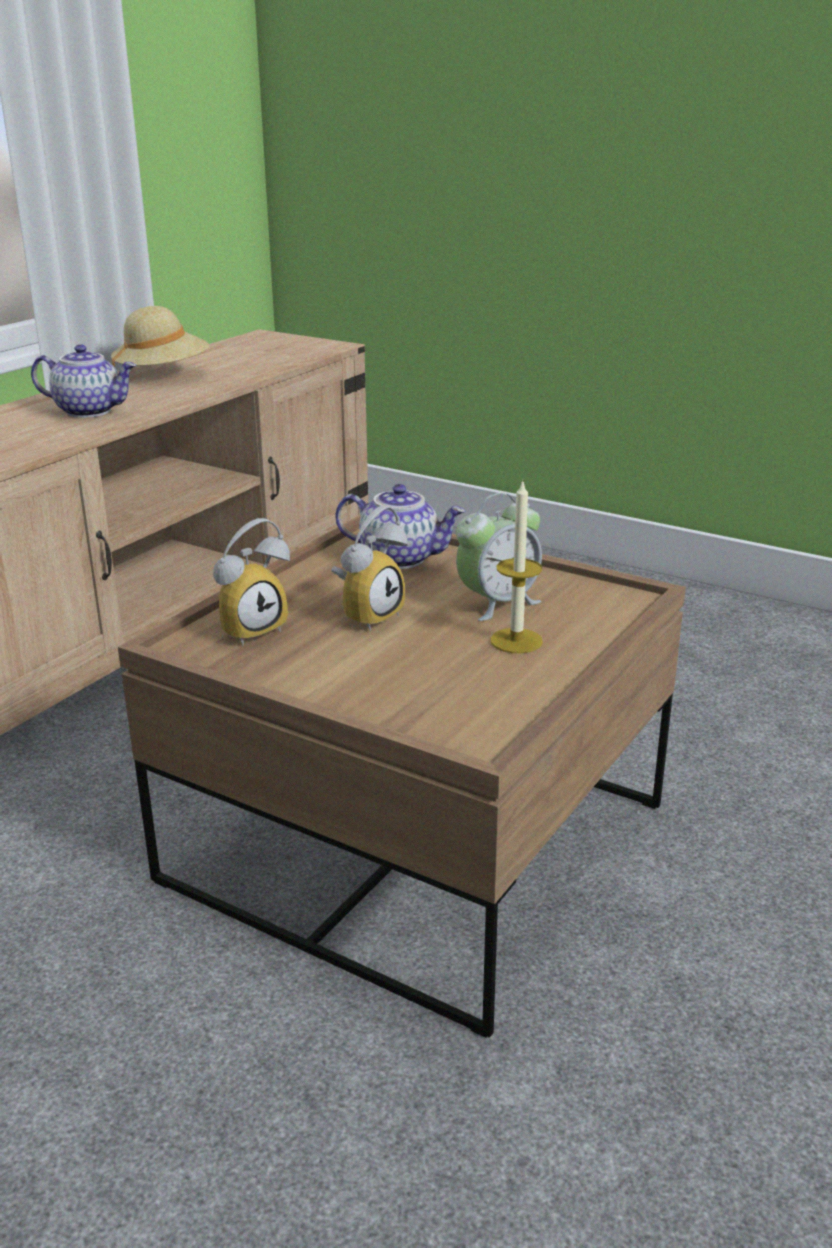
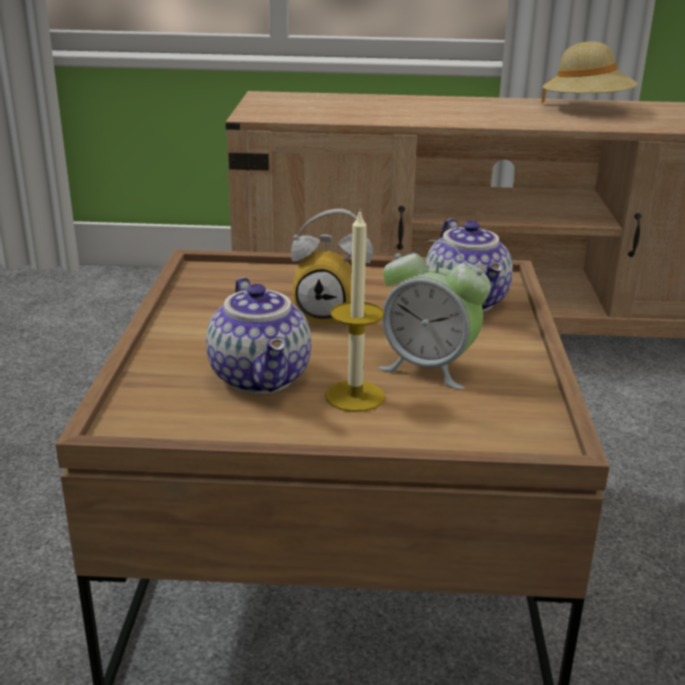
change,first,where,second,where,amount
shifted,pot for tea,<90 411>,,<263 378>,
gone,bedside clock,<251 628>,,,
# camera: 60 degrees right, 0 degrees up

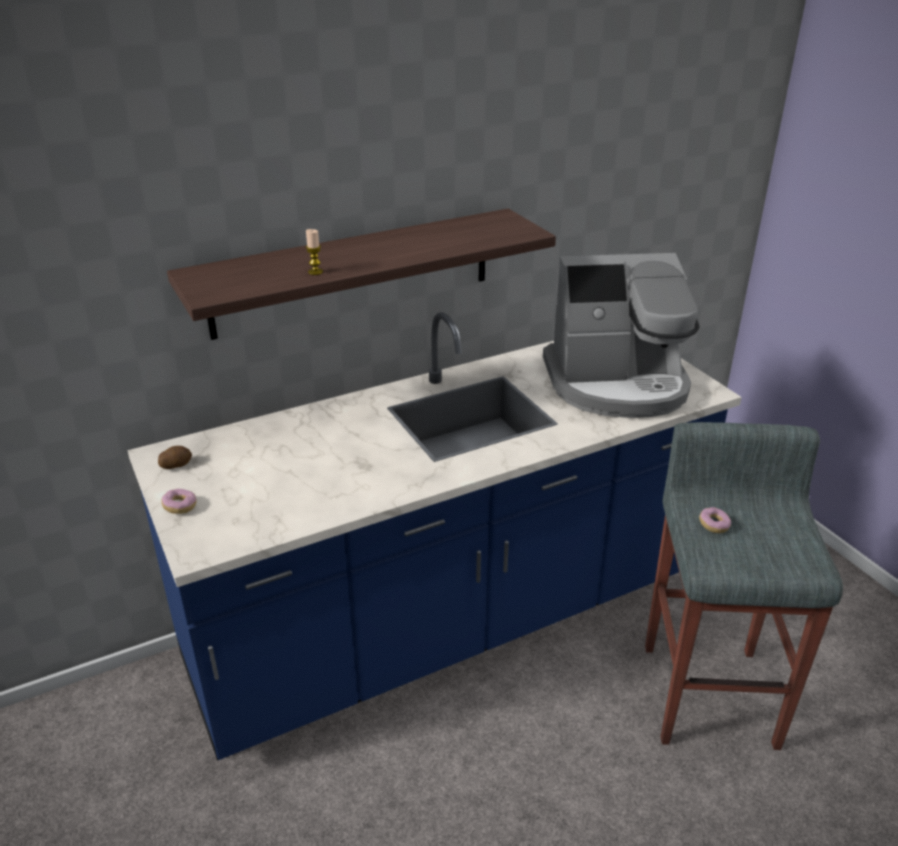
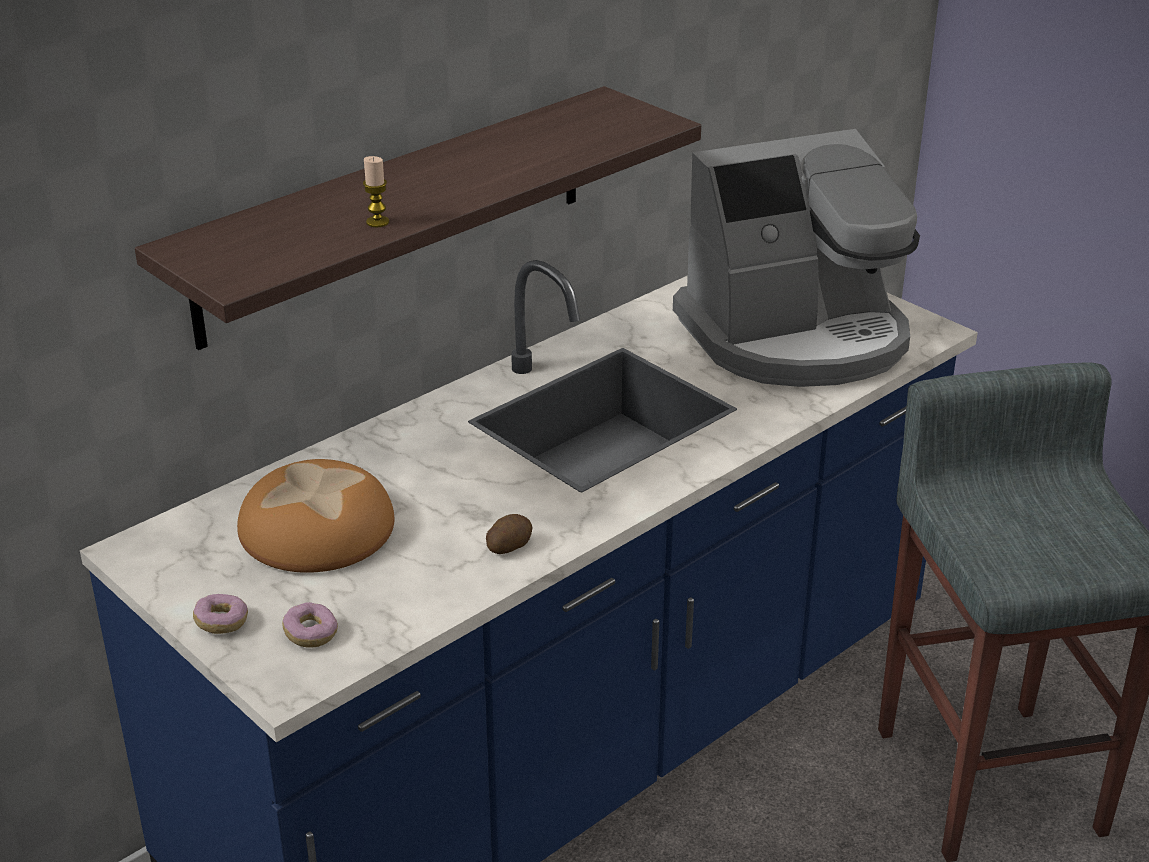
change,first,where,second,where,amount
shifted,spud,<176 465>,,<508 546>,
shifted,doughnut,<713 526>,,<311 635>,
new,,,bread,<315 529>,
# camera: 15 degrees left, 0 degrees up

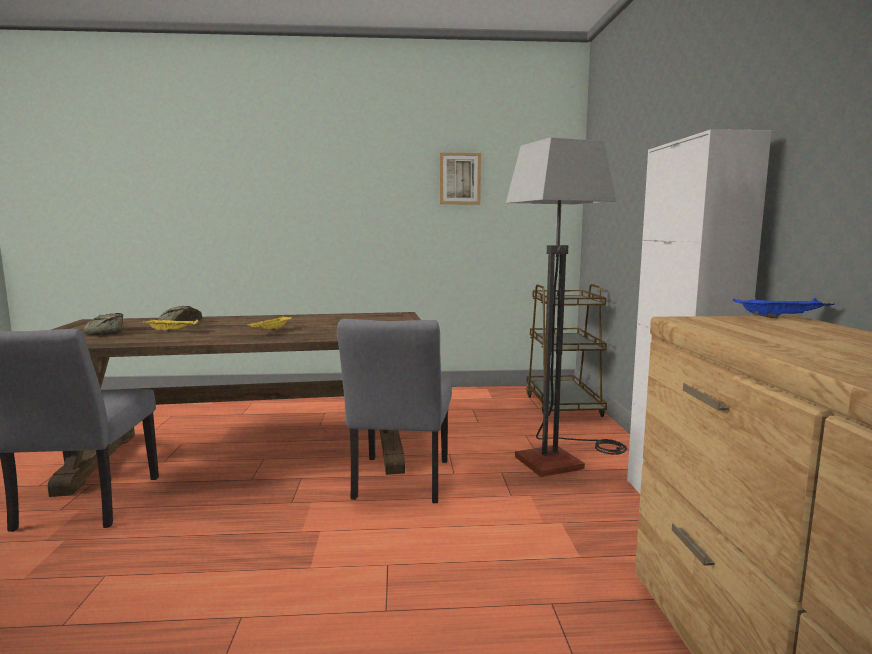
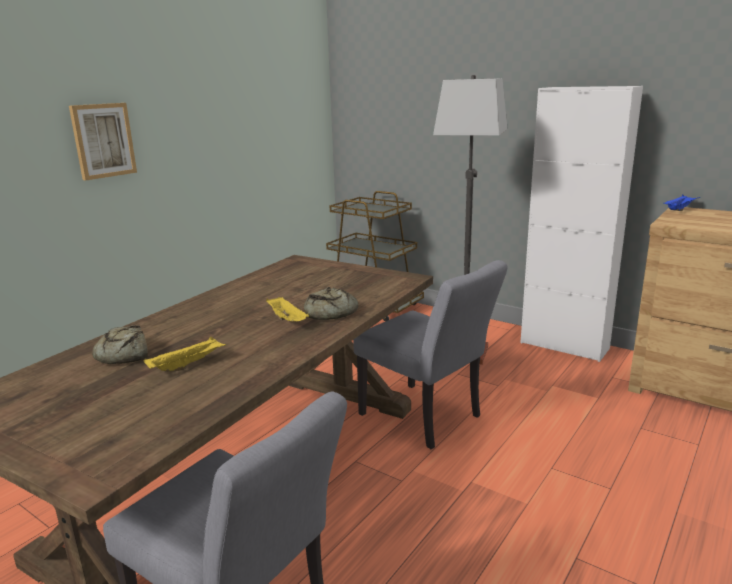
change,first,where,second,where,amount
shifted,picture,<459 179>,,<103 140>,
shifted,bread,<107 333>,,<330 312>,
# camera: 50 degrees left, 10 degrees up

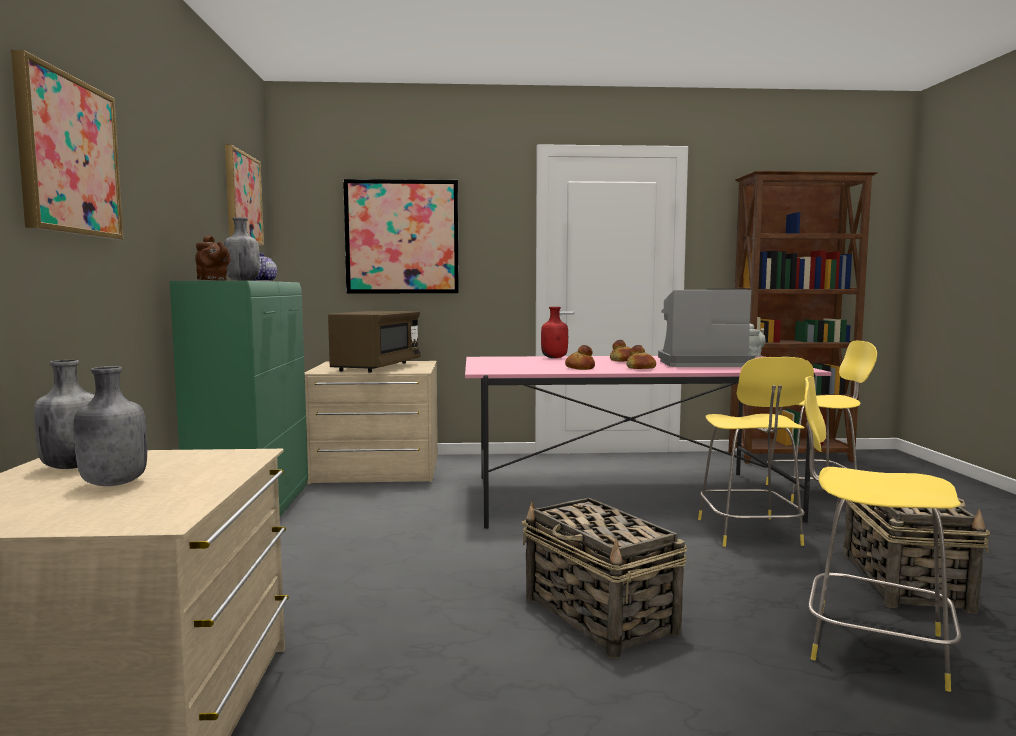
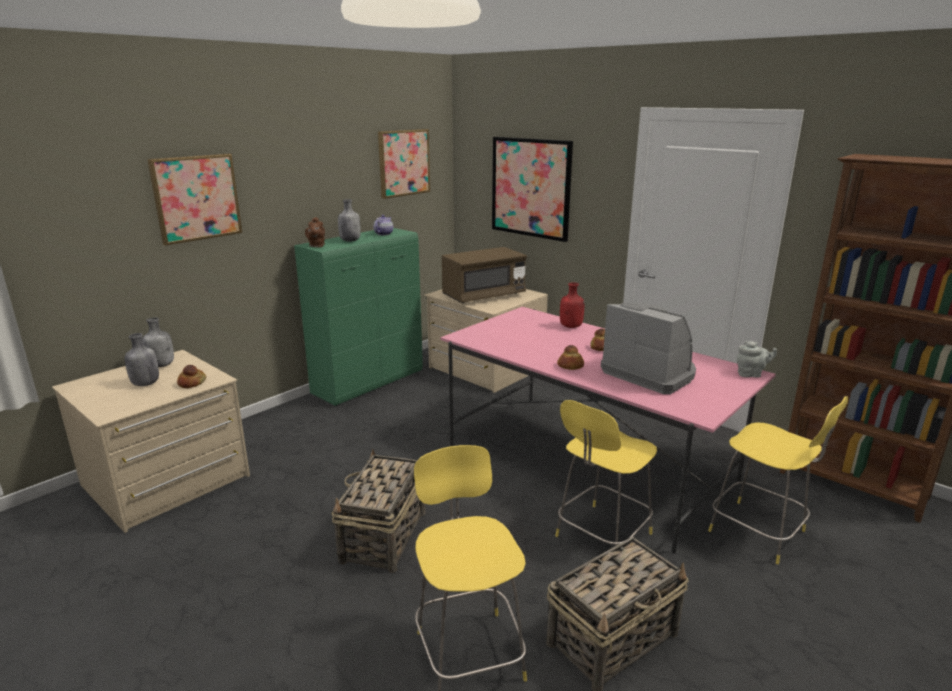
change,first,where,second,where,amount
shifted,bread,<580 368>,,<192 383>,
# camera: 45 degrees right, 15 degrees up

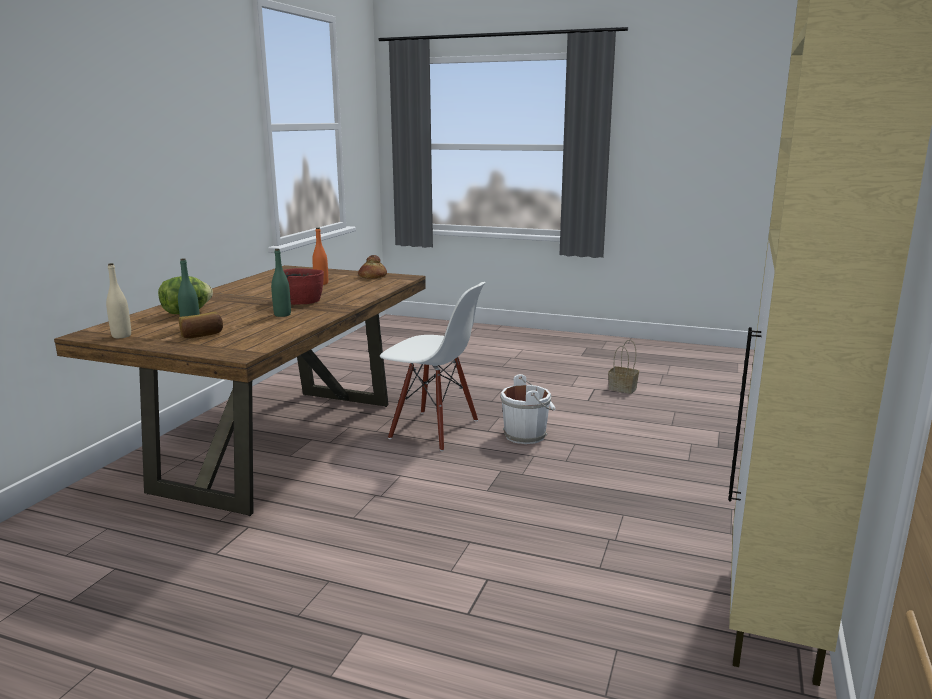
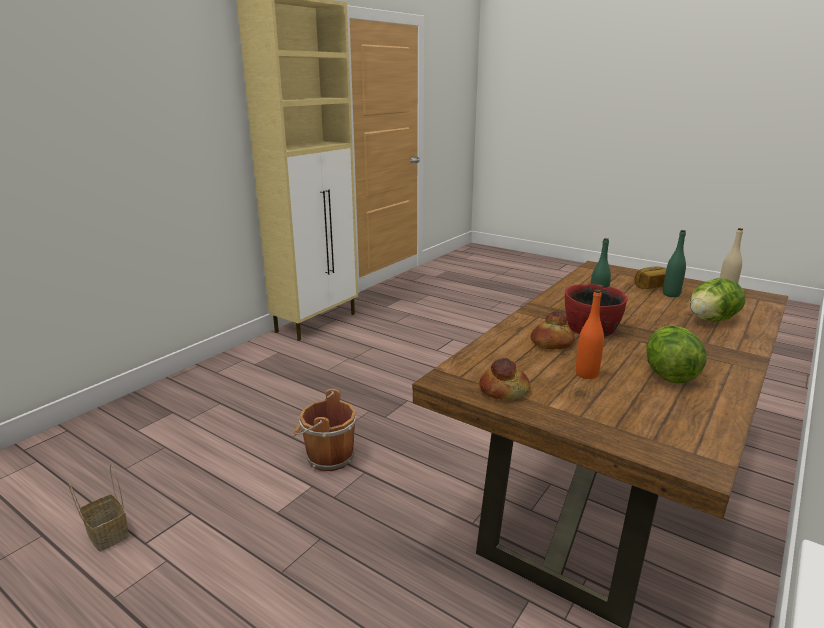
change,first,where,second,where,amount
gone,white-coloured plain chair,<434 430>,,,
repainted,white-coloured pail,<527 435>,brown pail,<328 457>,
new,,,bread,<551 343>,
new,,,lettuce head,<669 375>,
# camera: 165 degrees left, 5 degrees up

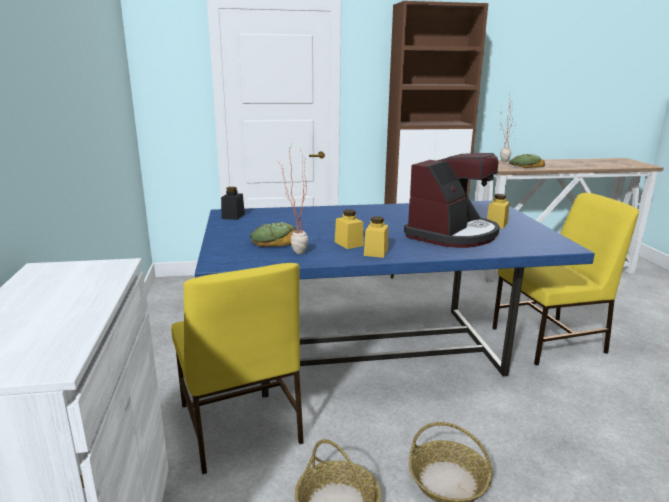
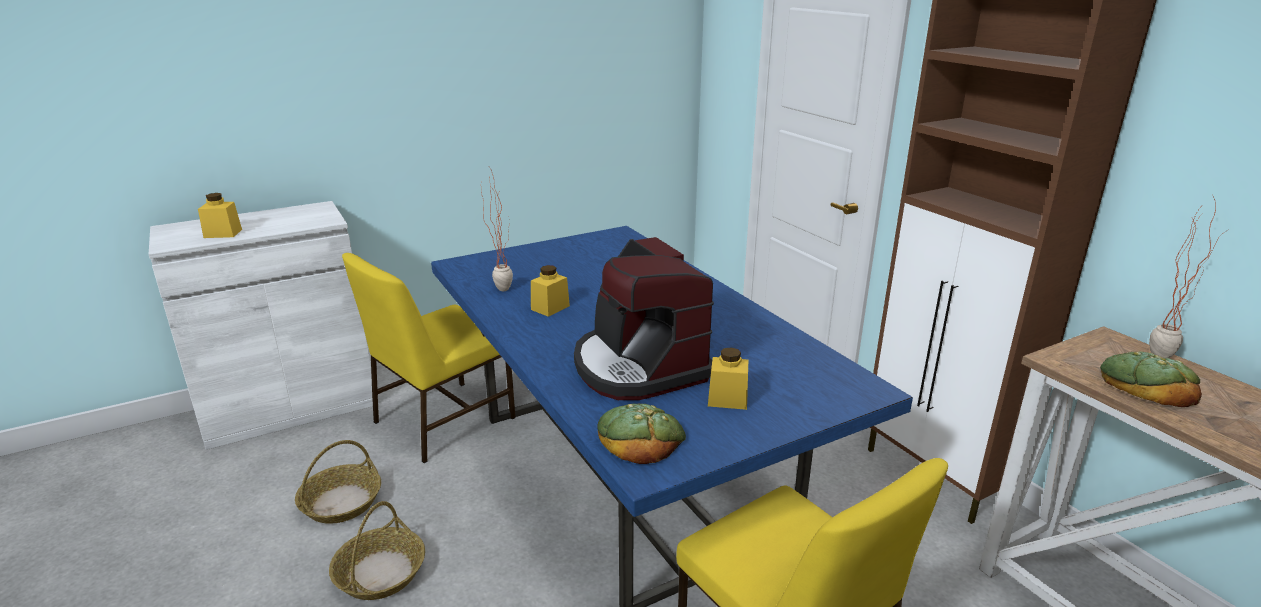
change,first,where,second,where,amount
rotated,coffee machine,<452 234>,,<638 366>,45 degrees clockwise
gone,blackish preserve jar,<233 216>,,,
shifted,yellow-coloured preserve jar,<376 252>,,<223 233>,
shifted,bread,<274 240>,,<640 438>,
# camera: 70 degrees right, 5 degrees up

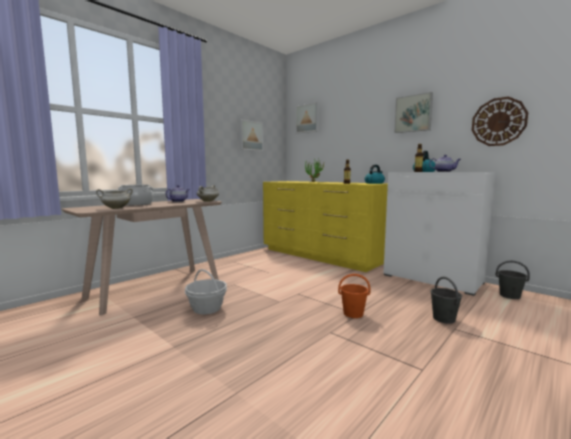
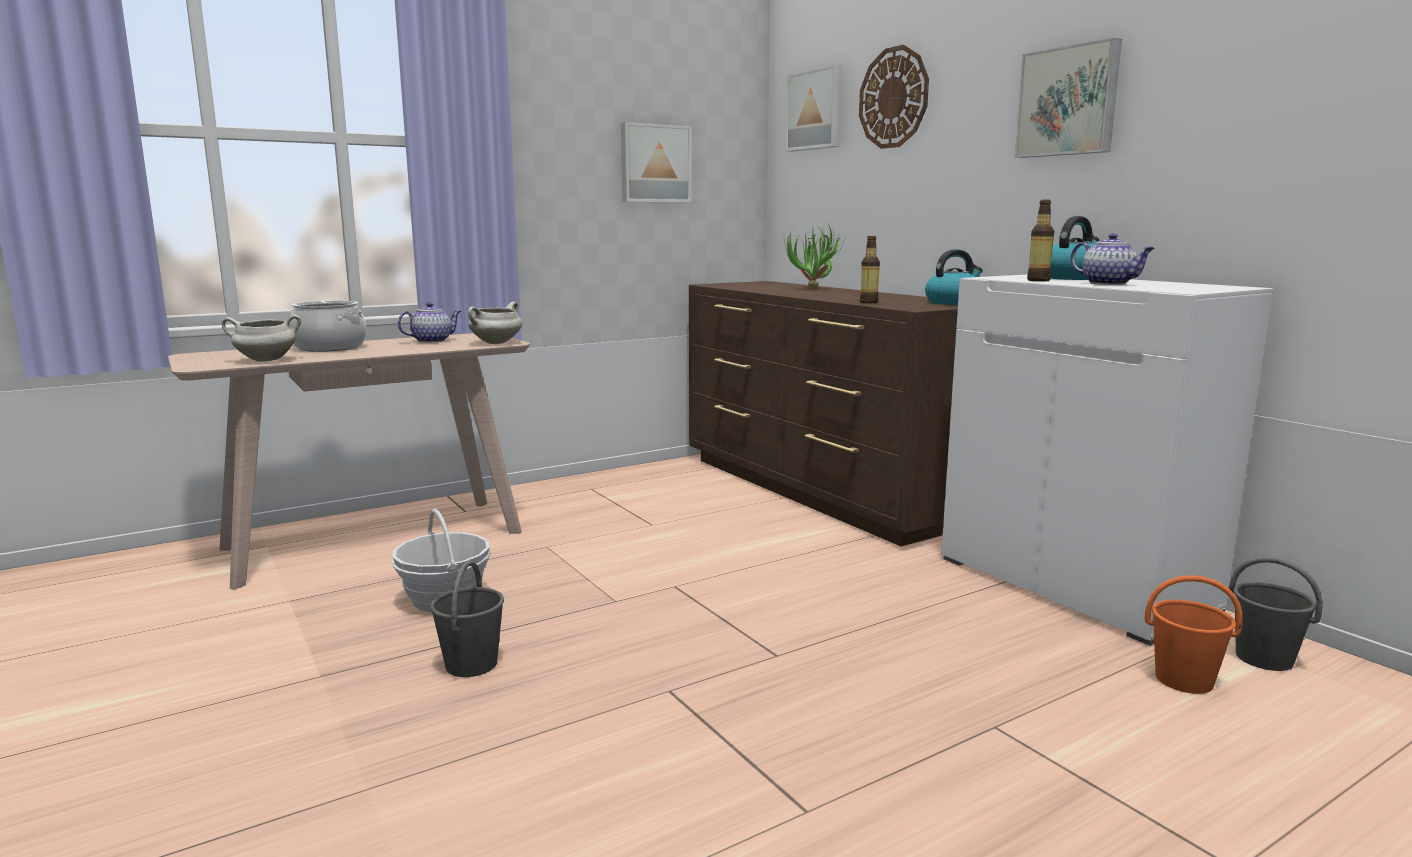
change,first,where,second,where,amount
shifted,hanging clock,<498 122>,,<893 98>,
repainted,yellow-coloured drawer chest,<321 256>,brown drawer chest,<821 490>,
shifted,orangey pail,<353 313>,,<1185 680>,
shifted,gray pail,<444 319>,,<471 665>,
# camera: 15 degrees right, 5 degrees up

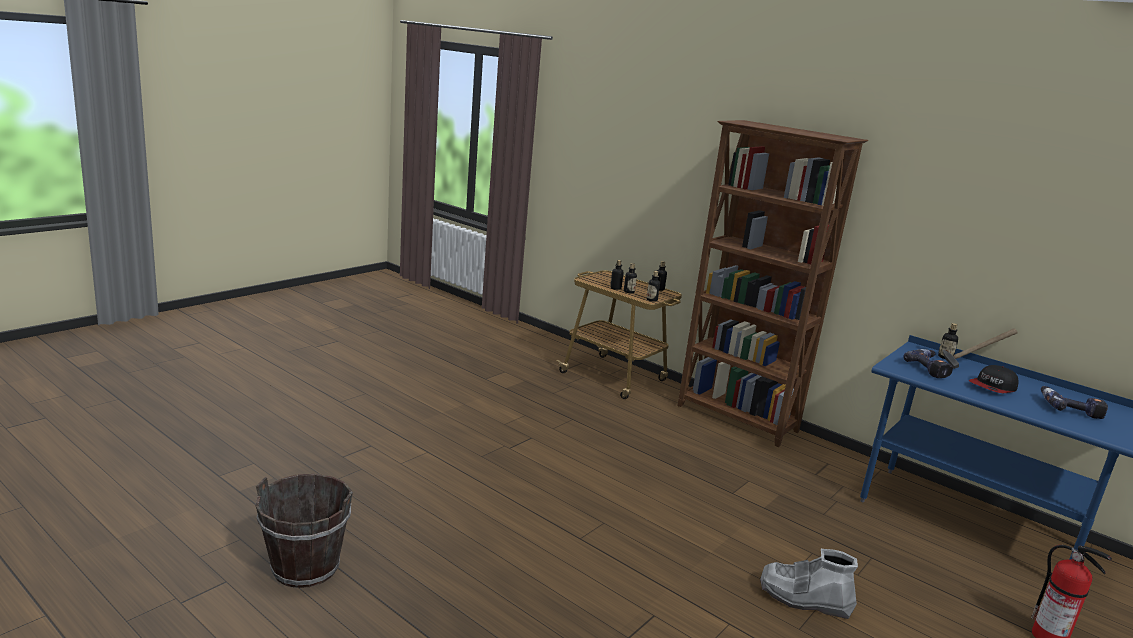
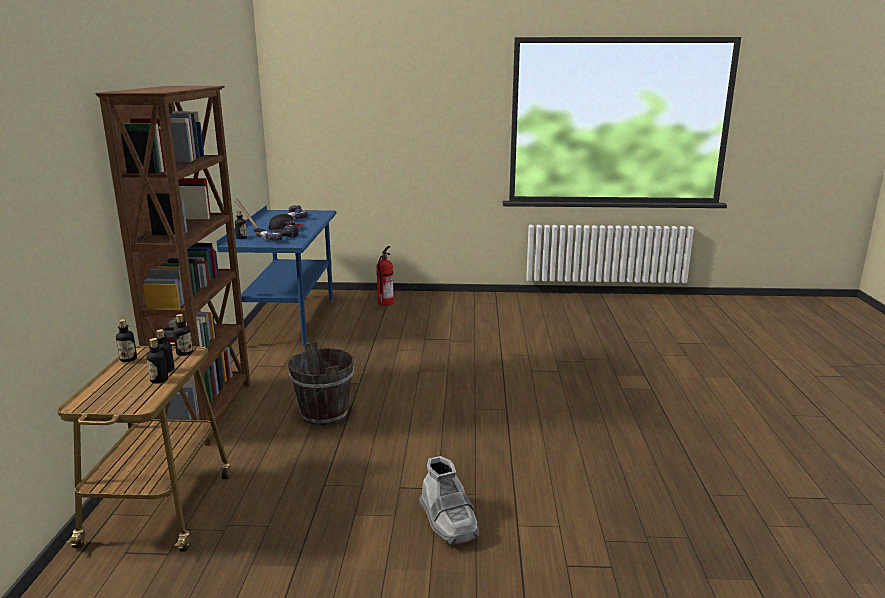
change,first,where,second,where,amount
shifted,brown pail,<306 567>,,<324 414>,
shifted,gray high-top boot,<804 598>,,<448 522>,
# camera: 125 degrees left, 0 degrees up

